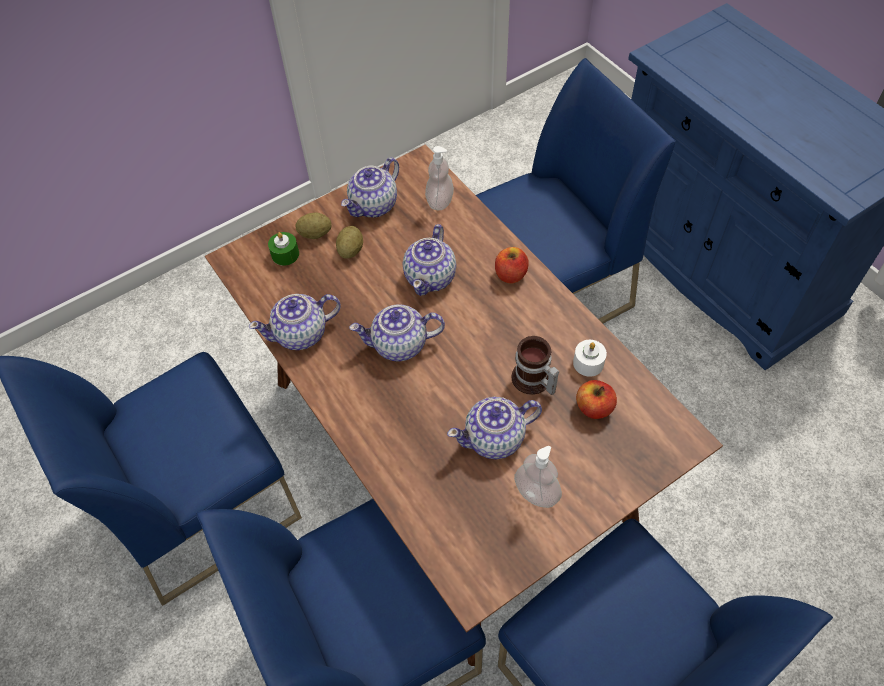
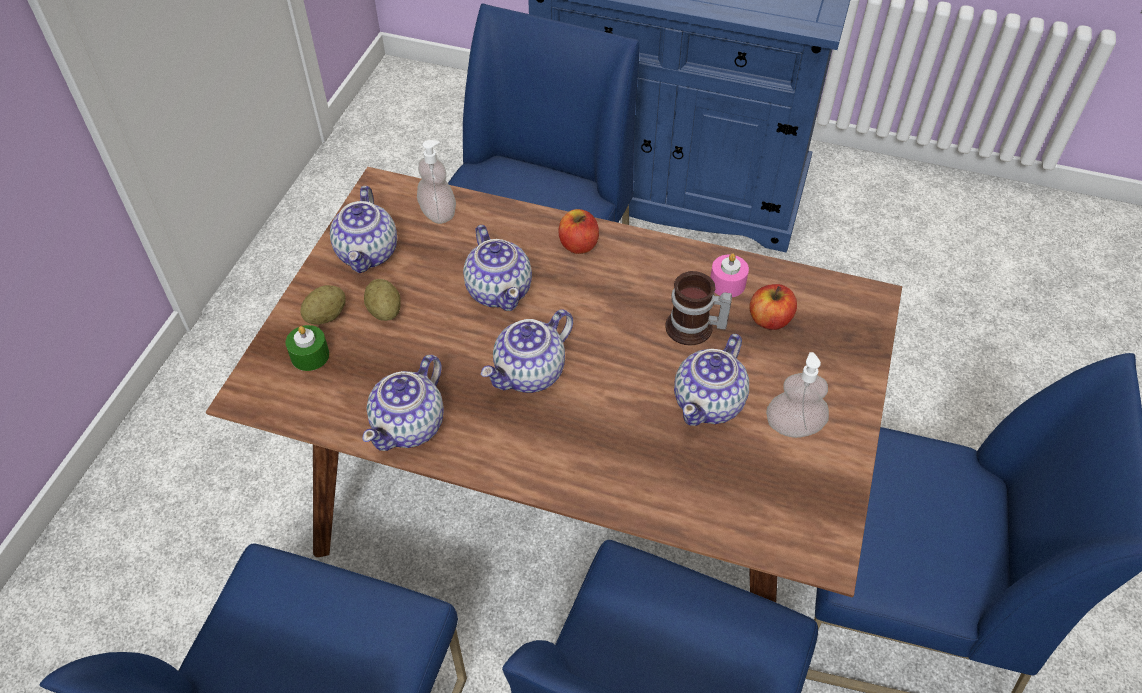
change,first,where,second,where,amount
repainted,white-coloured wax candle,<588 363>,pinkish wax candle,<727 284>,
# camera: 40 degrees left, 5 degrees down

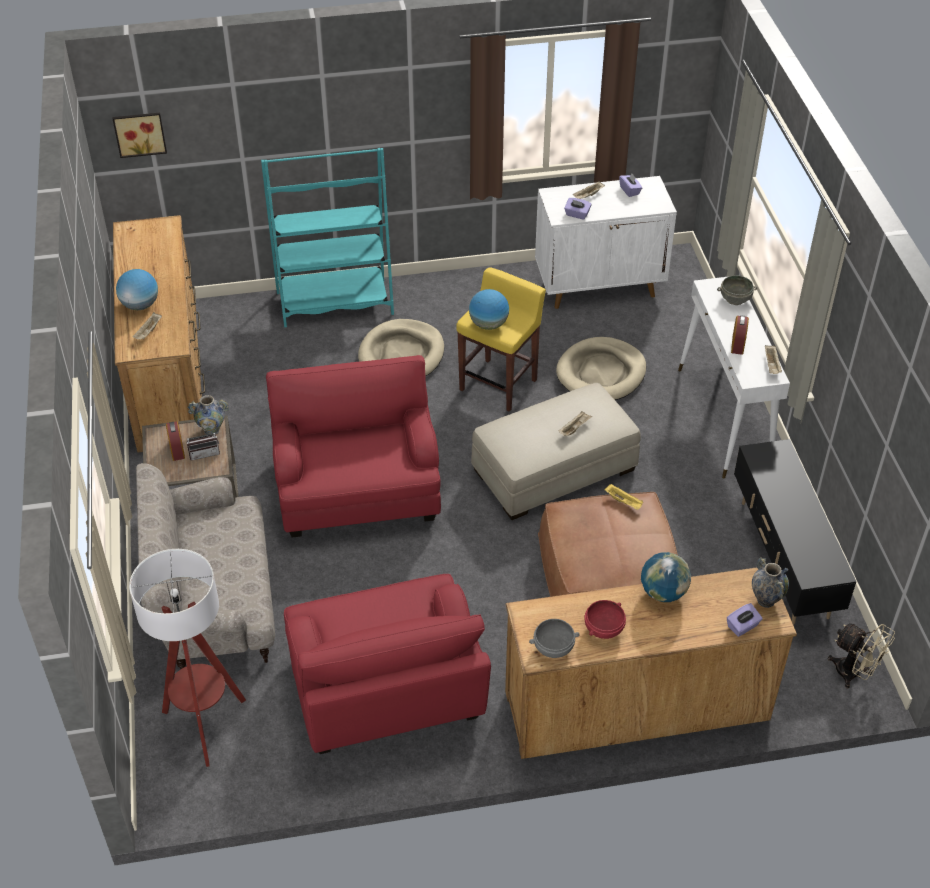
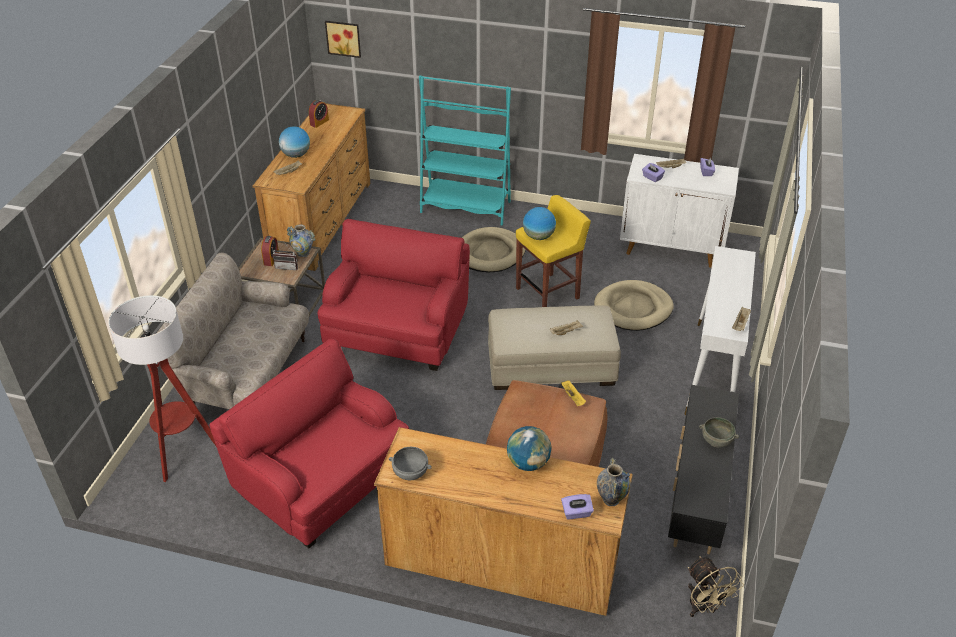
change,first,where,second,where,amount
shifted,gray bowl,<735 299>,,<716 441>,
shifted,bedside clock,<737 344>,,<319 122>,
rotated,reddish armchair,<386 692>,,<320 478>,120 degrees clockwise
gone,reddish bowl,<603 628>,,,
# camera: 25 degrees right, 5 degrees down

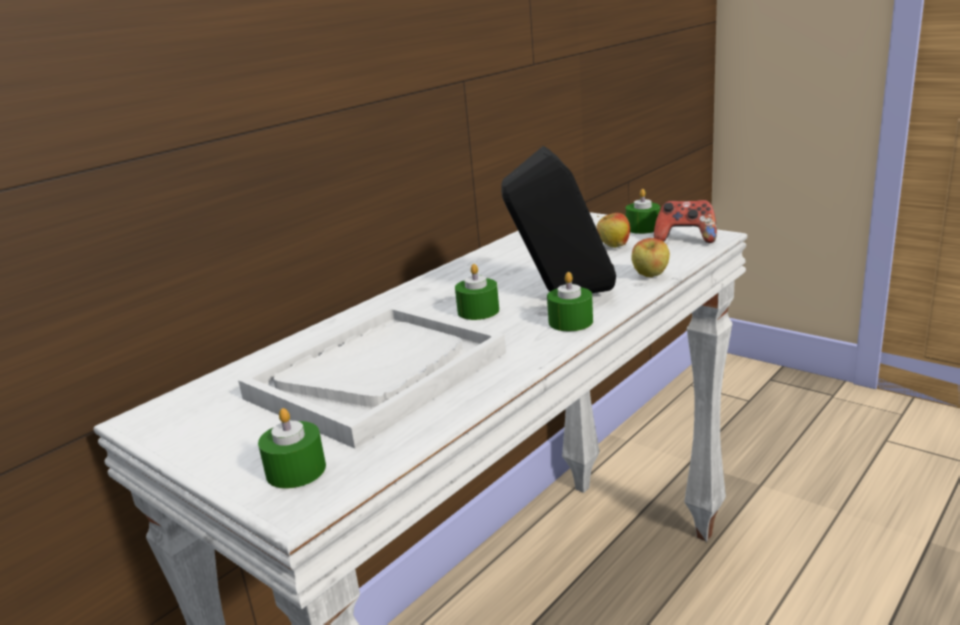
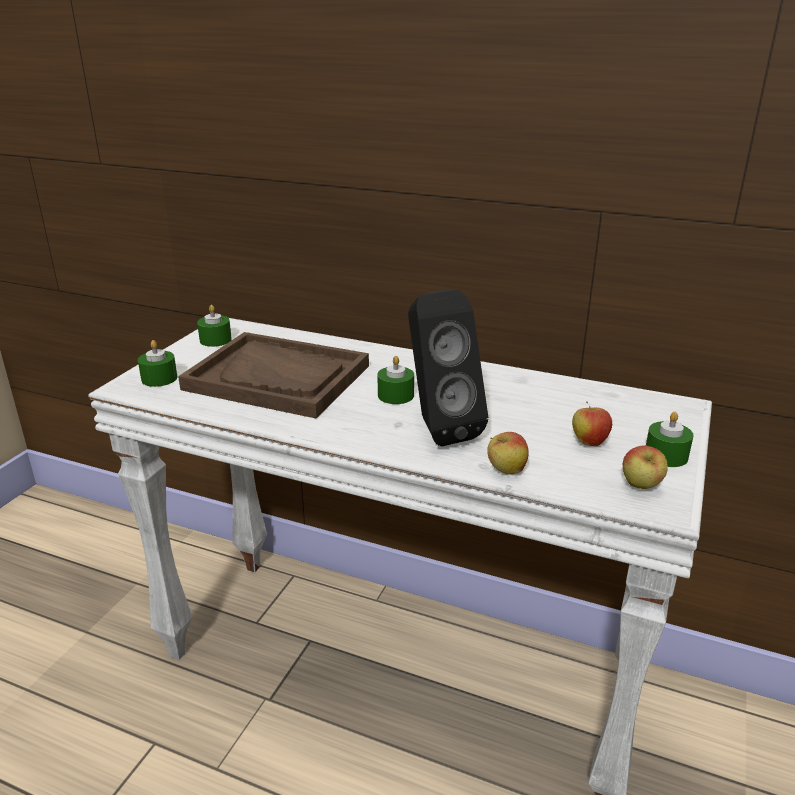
change,first,where,second,where,amount
swapped,joypad,<685 239>,apple,<641 487>,
shifted,green wax candle,<570 322>,,<215 340>,
repainted,white-coloured carrying tray,<377 375>,brown carrying tray,<278 377>,
# camera: 70 degrees right, 5 degrees up

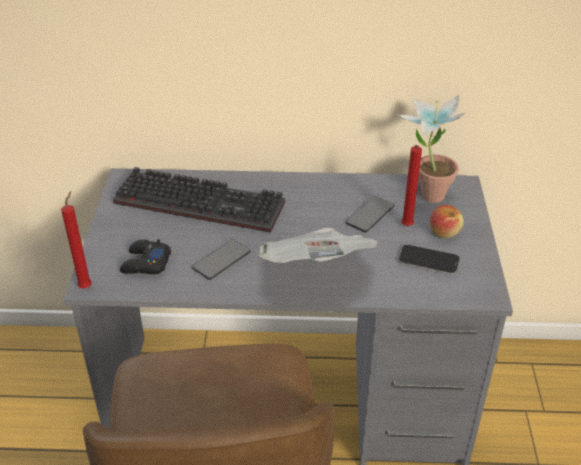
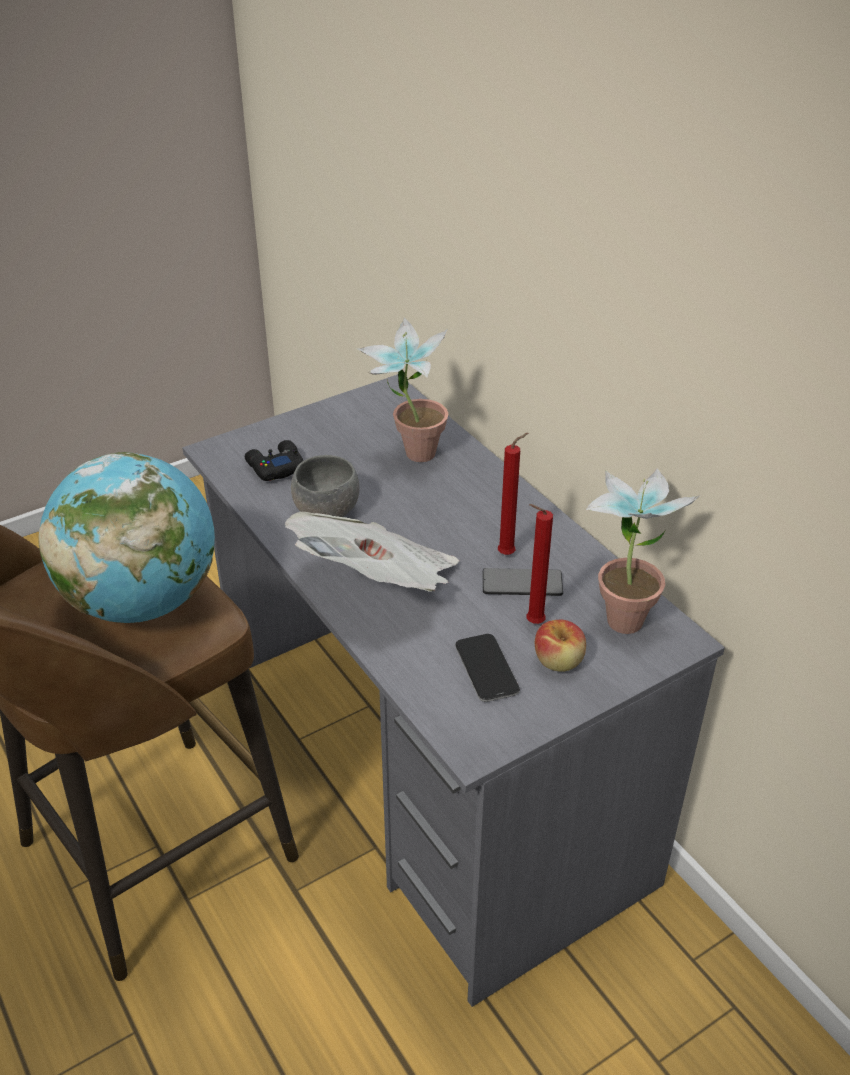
change,first,where,second,where,amount
swapped,computer keyboard,<203 202>,potted plant,<408 454>,
shifted,reddish wax candle,<86 286>,,<509 554>,
swapped,handset,<221 260>,gray bowl,<327 511>,
new,,,world globe,<142 601>,
# camera: 55 degrees right, 0 degrees up

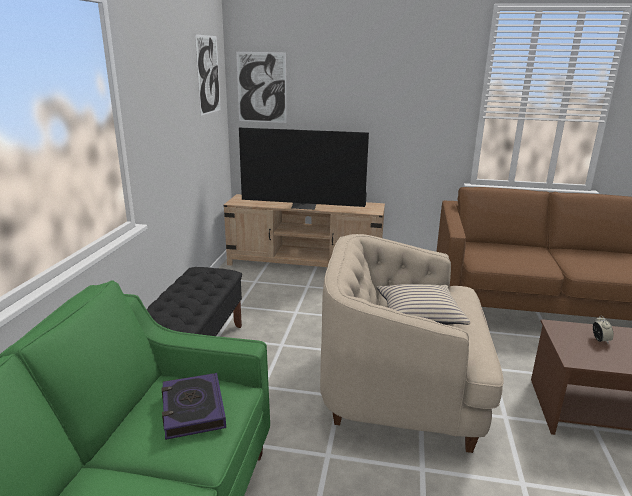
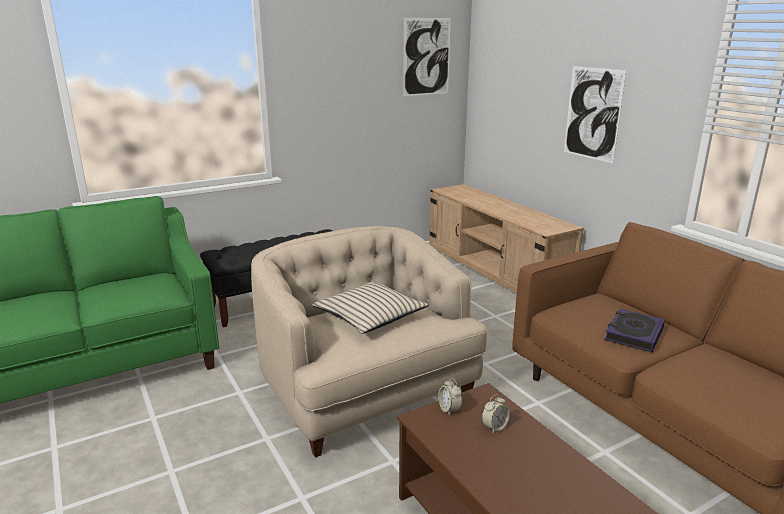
change,first,where,second,where,amount
shifted,picture,<261 87>,,<593 113>,
gone,TV,<304 206>,,,
shifted,volume,<193 410>,,<633 334>,
new,,,bedside clock,<449 409>,
# camera: 50 degrees right, 0 degrees up

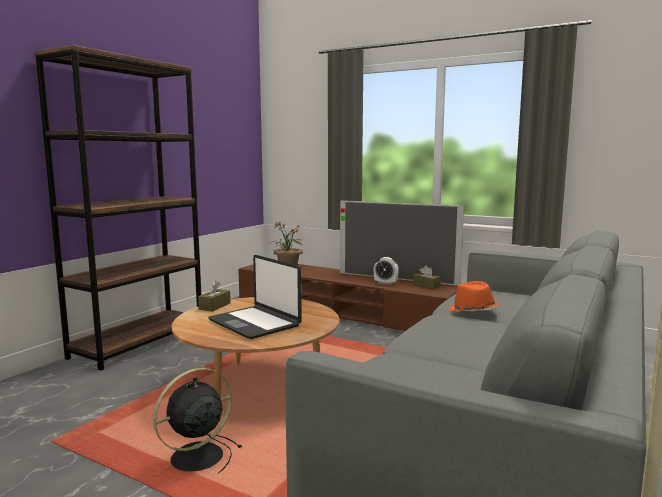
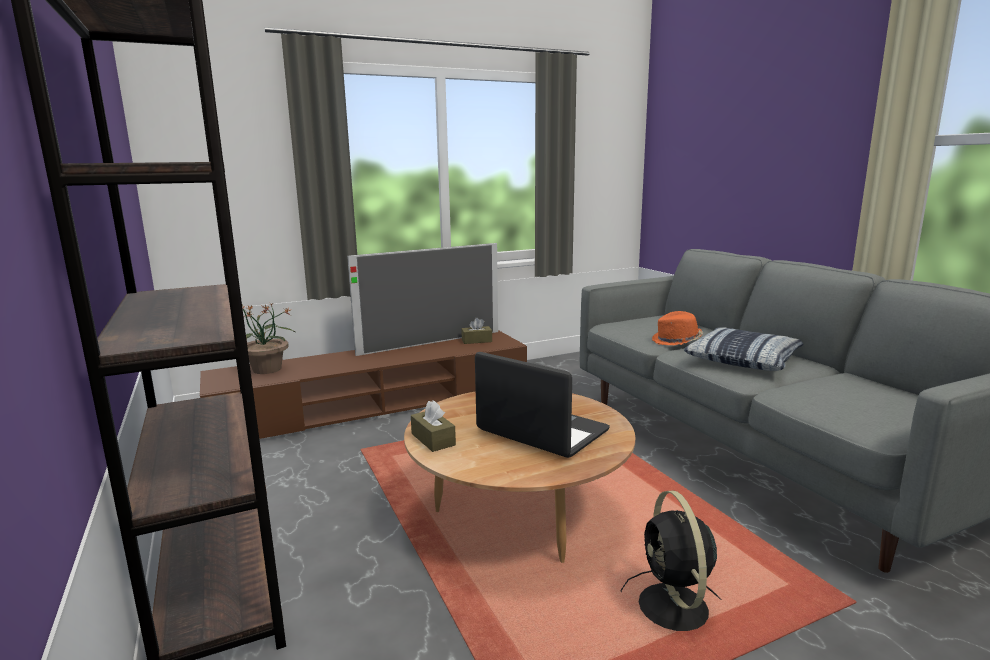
change,first,where,second,where,amount
rotated,portable computer,<255 323>,,<541 431>,135 degrees counterclockwise
gone,bedside clock,<385 283>,,,
new,,,cushion,<744 360>,
# camera: 55 degrees left, 5 degrees up

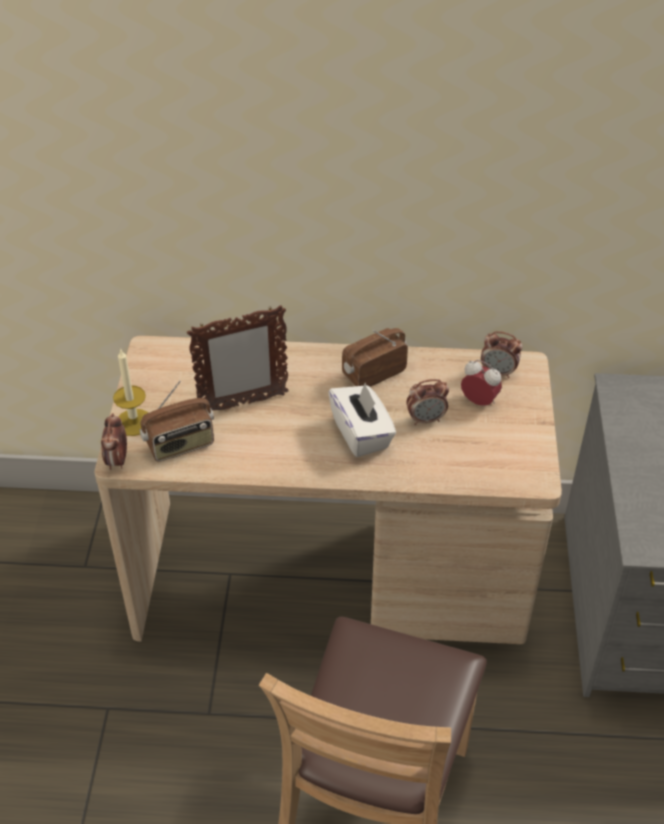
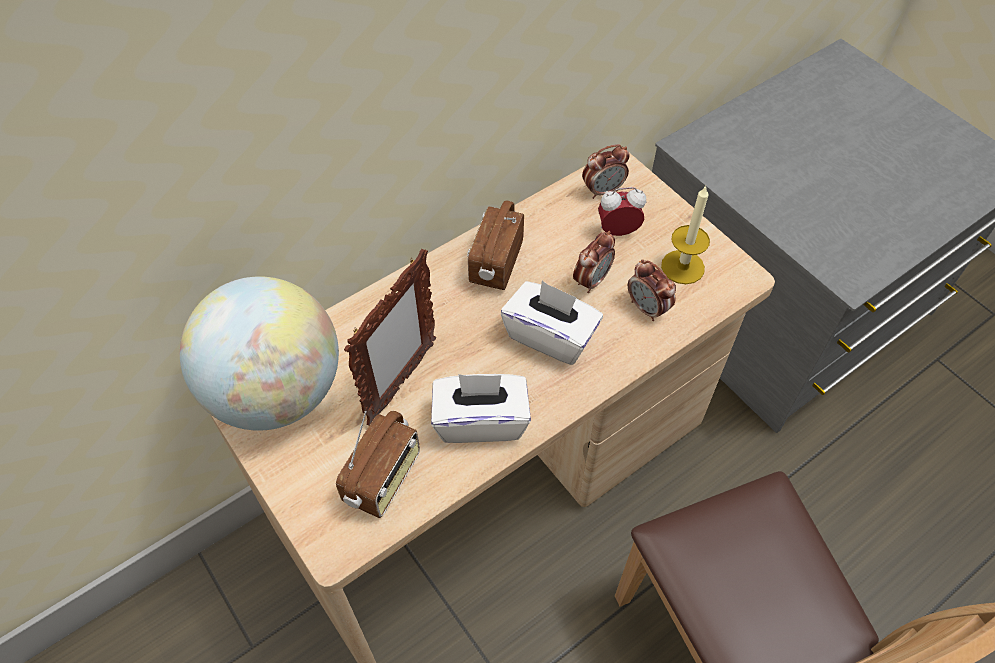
change,first,where,second,where,amount
shifted,wax candle,<134 422>,,<682 267>,
shifted,bedside clock,<117 460>,,<647 308>,
new,,,world globe,<276 392>,
new,,,white-coloured tissue holder,<480 421>,
# camera: 40 degrees left, 10 degrees up

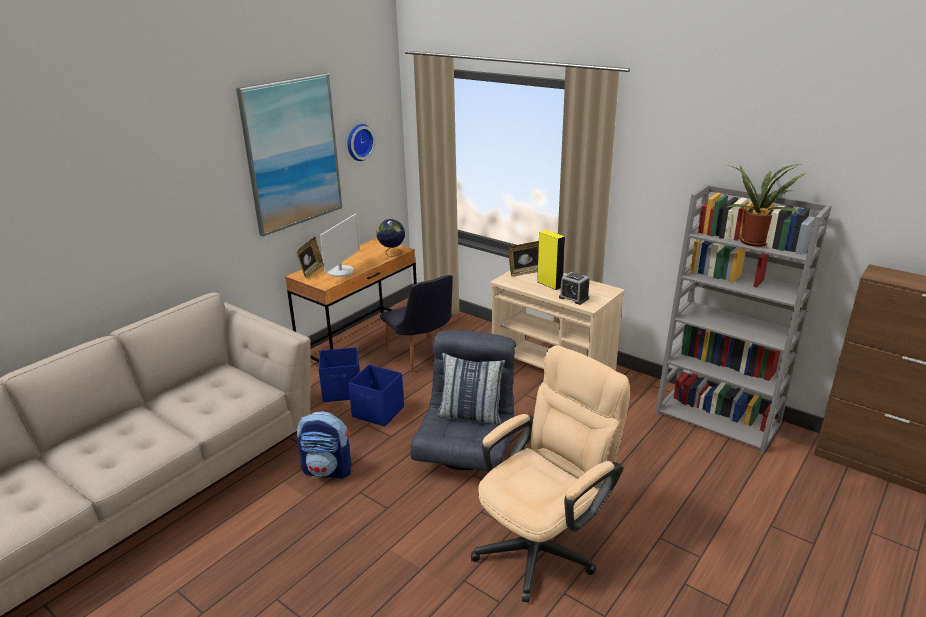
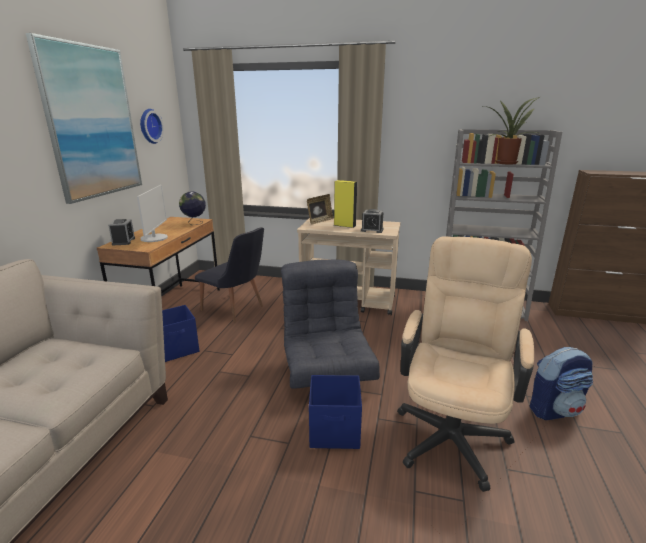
change,first,where,second,where,amount
swapped,photo frame,<311 271>,bedside clock,<123 241>,
gone,cushion,<471 415>,,,
shifted,blue-coloured storage box,<378 412>,,<335 431>,
shifted,backpack,<328 470>,,<554 410>,
# camera: 25 degrees left, 5 degrees down

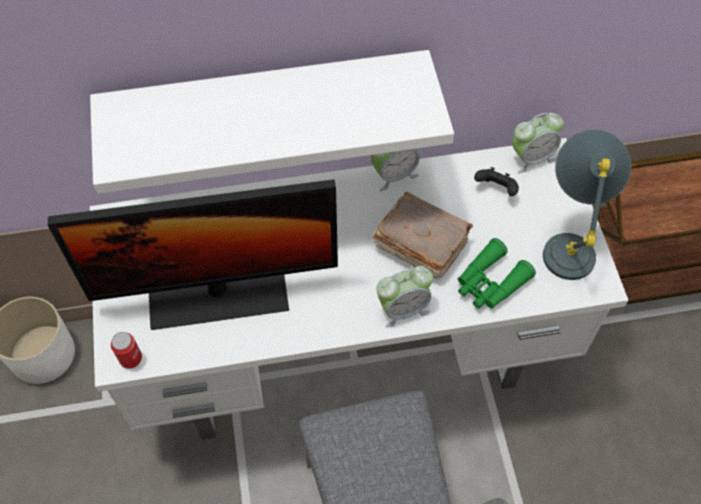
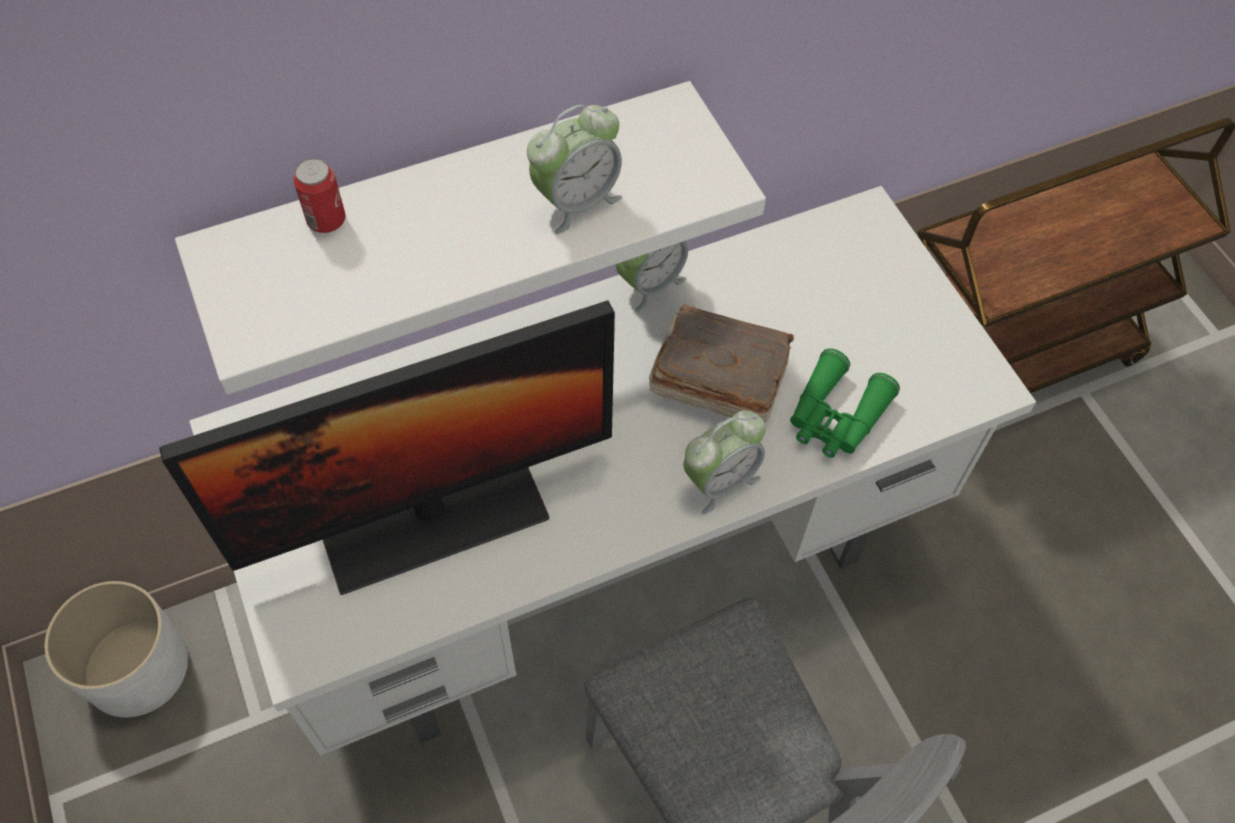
change,first,where,second,where,amount
shifted,bedside clock,<531 157>,,<576 201>,
gone,gray lamp for a table,<569 240>,,,
gone,blackish joypad,<496 189>,,,
shifted,sealed can,<131 359>,,<326 220>,
# camera: 15 degrees left, 0 degrees up

